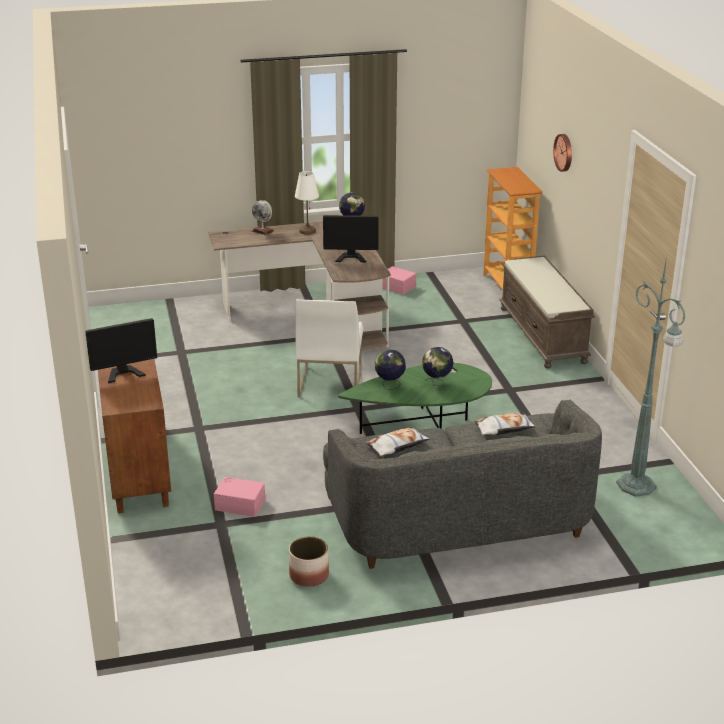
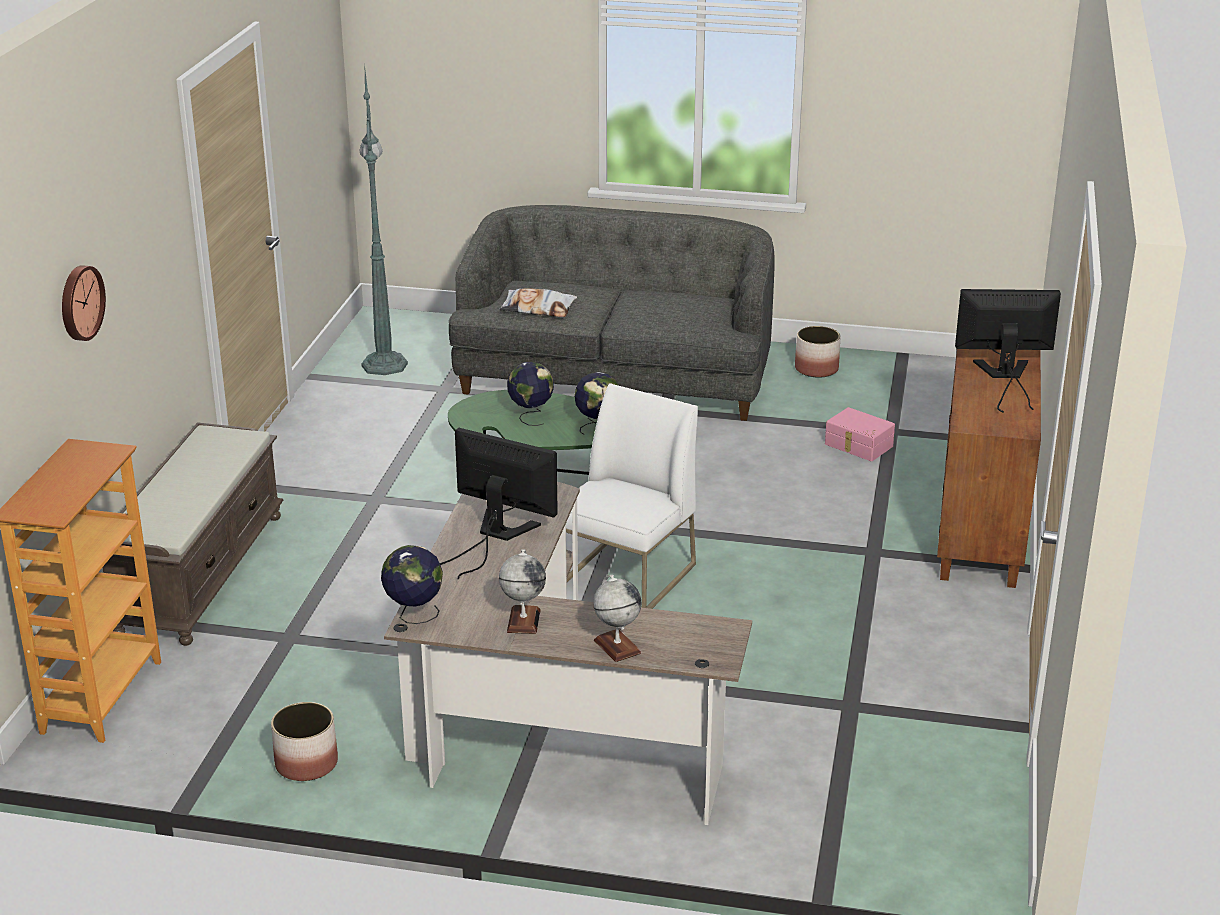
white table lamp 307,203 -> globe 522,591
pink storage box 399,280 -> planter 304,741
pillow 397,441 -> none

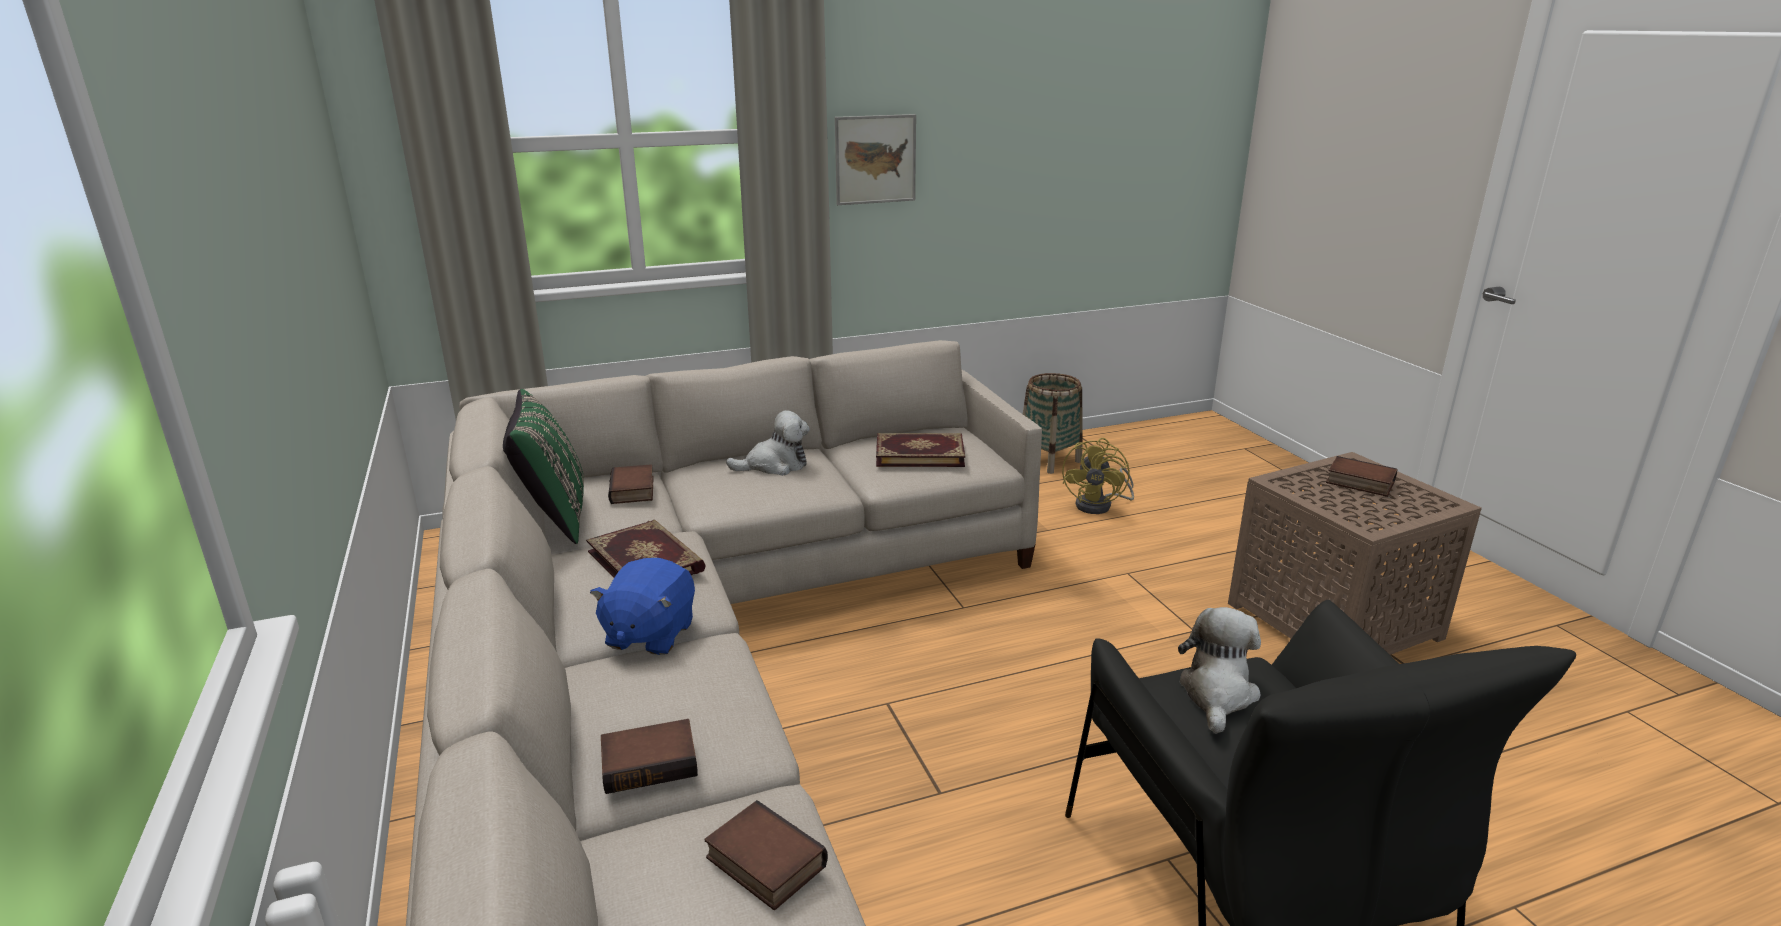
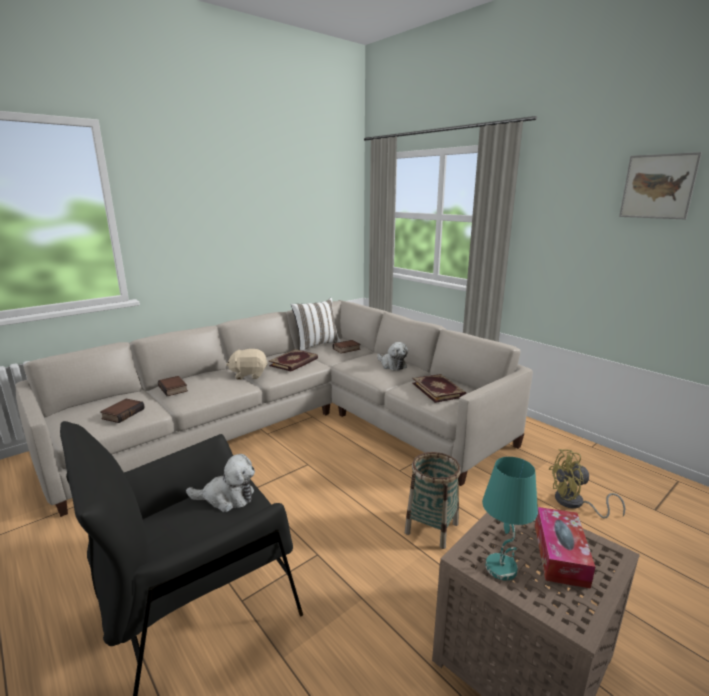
picture 875,159 -> picture 660,185, moved
basket 1053,423 -> basket 433,500, moved
green pillow 543,466 -> white pillow 316,324
book 1362,476 -> tissue box 565,548
blue plush toy 642,606 -> beige plush toy 247,364
none -> turquoise table lamp 510,518

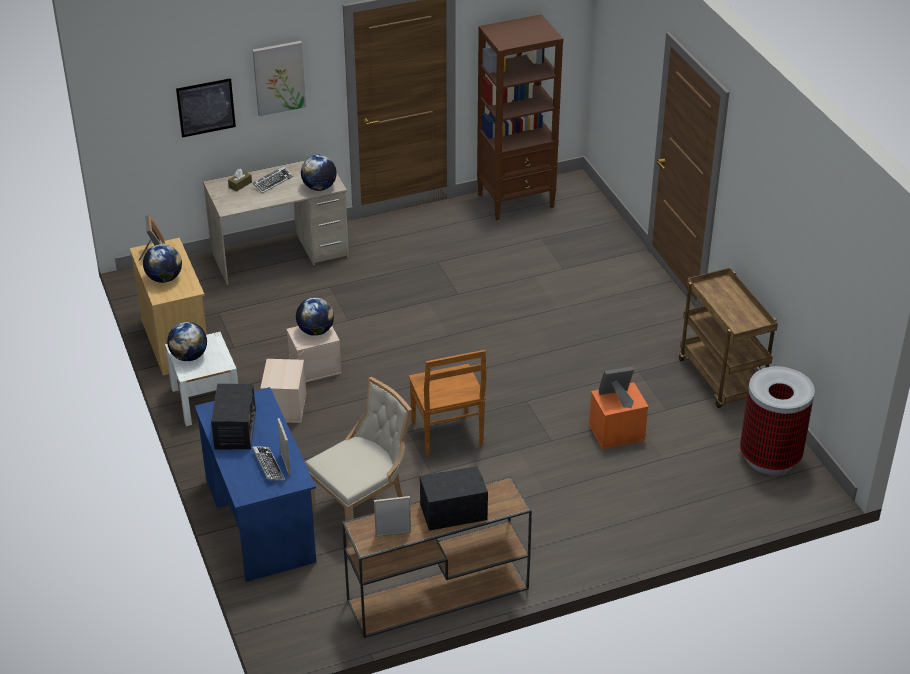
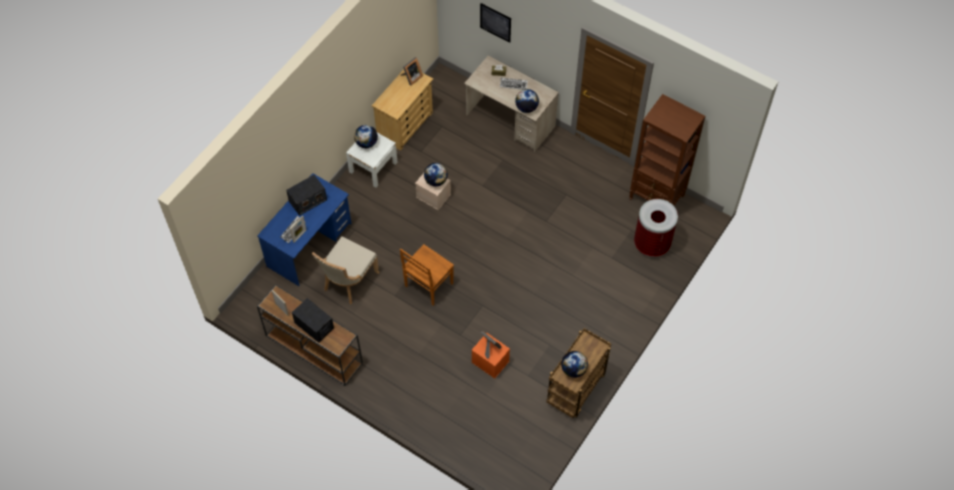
picture 279,78 -> none
globe 162,263 -> globe 574,364, moved
beige storage box 283,391 -> none
trash can 777,420 -> trash can 656,228, moved
beige chair 358,461 -> beige chair 346,270, 105 degrees clockwise

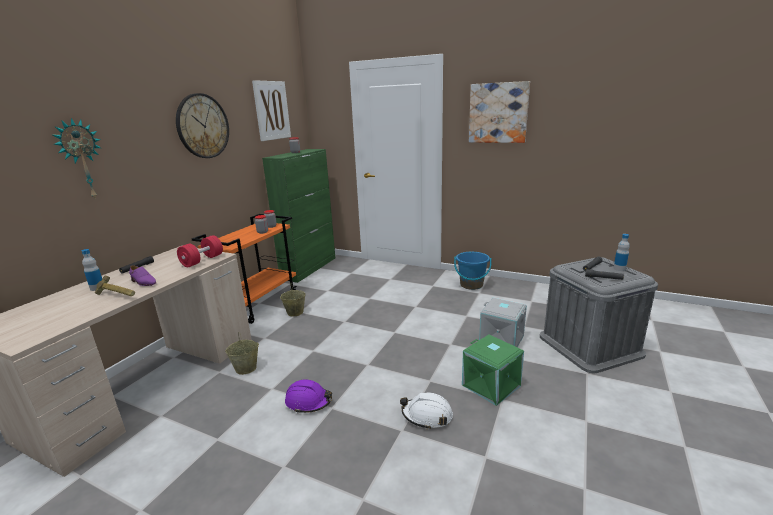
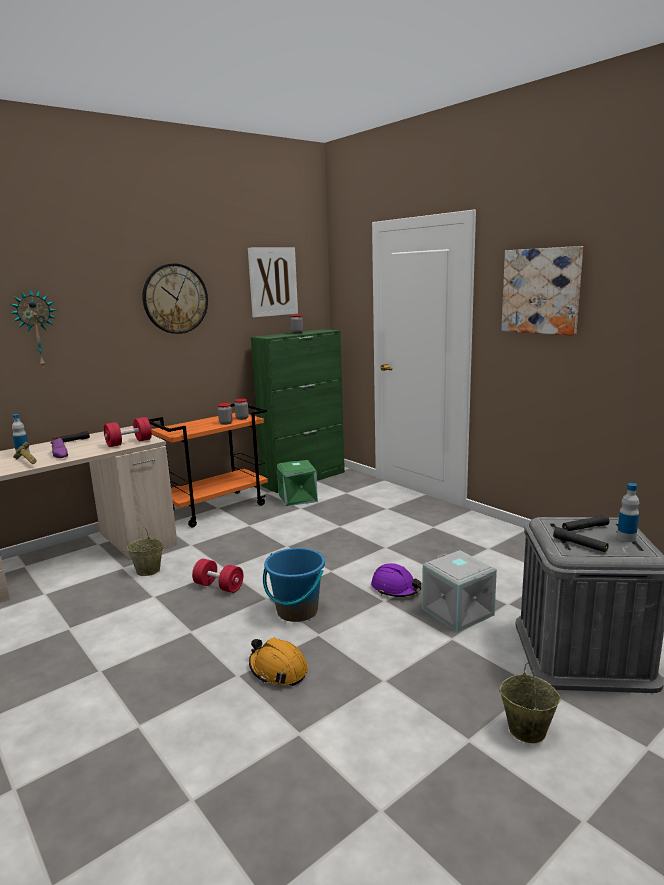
blue bucket 473,271 -> blue bucket 294,585, moved
beige bucket 293,299 -> beige bucket 529,703, moved
green storage box 493,370 -> green storage box 297,483, moved
purple hard hat 308,396 -> purple hard hat 396,580, moved
white hard hat 426,411 -> orange hard hat 278,662
none -> red dumbbell 217,576

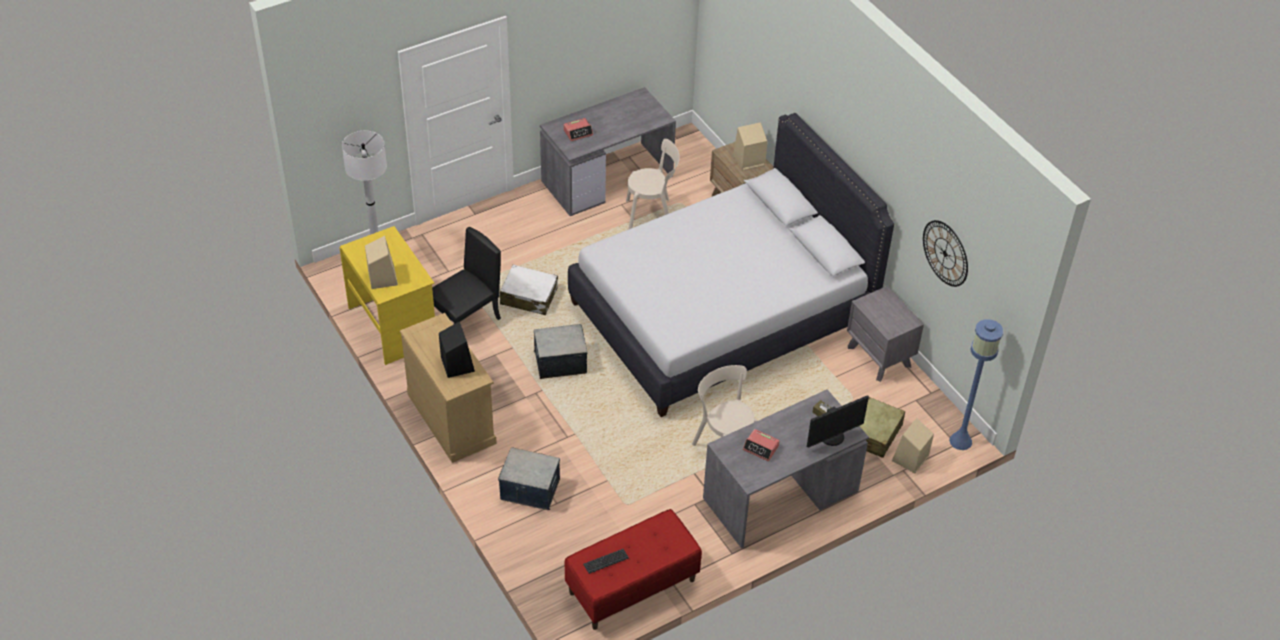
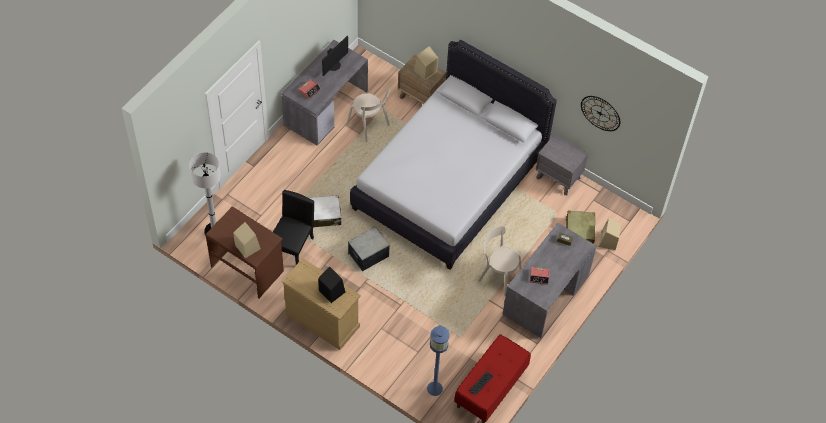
beige chair 653,184 -> beige chair 368,115, 75 degrees clockwise
yellow desk 387,295 -> brown desk 245,252
blue floor lamp 976,384 -> blue floor lamp 438,361, moved
monitor 838,422 -> monitor 335,56, moved
storage box 529,478 -> none

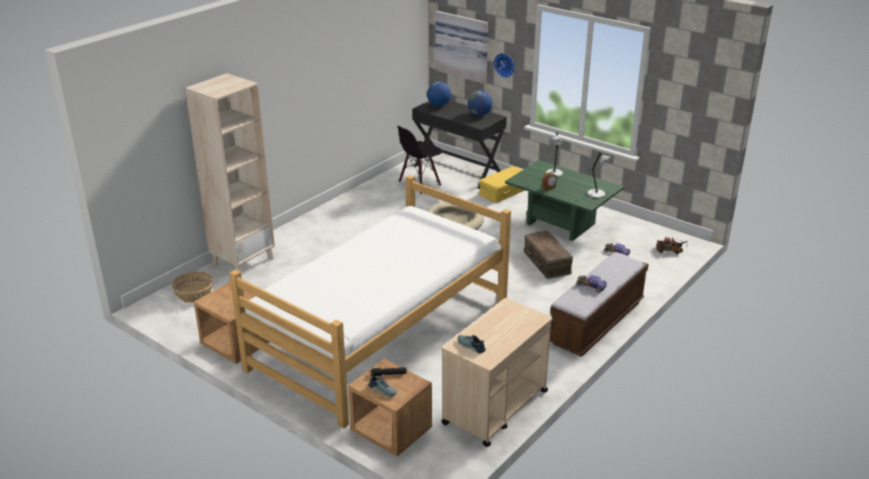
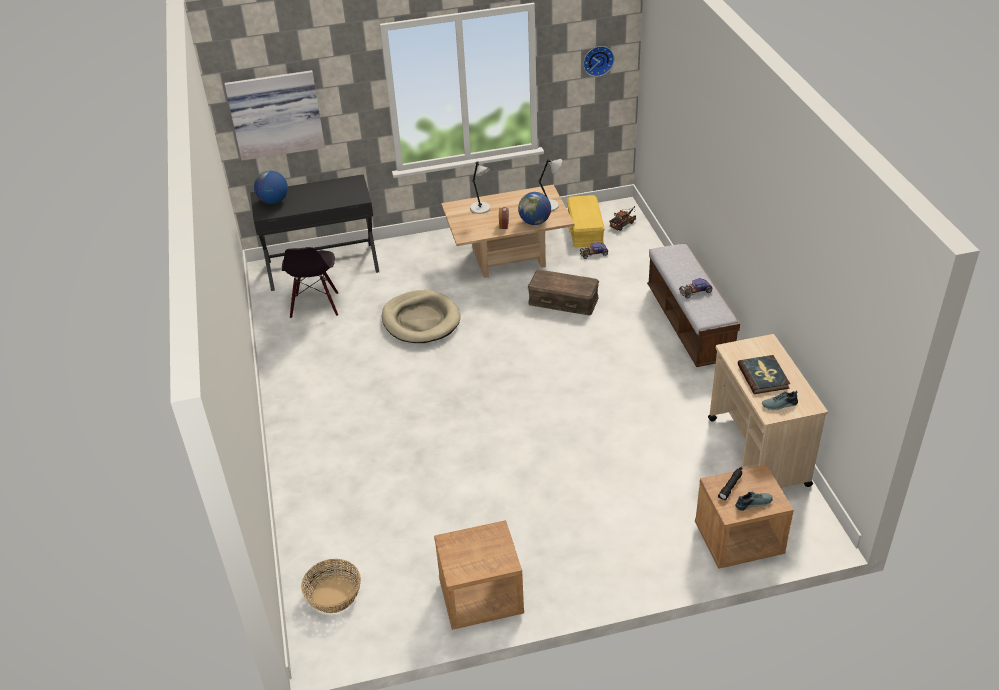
wall clock 504,65 -> wall clock 598,61, moved
beige bookcase 230,172 -> none
globe 480,103 -> globe 534,208, moved
green coffee table 564,200 -> beige coffee table 507,231
yellow storage box 502,184 -> yellow storage box 586,221, moved
bed 370,302 -> none
none -> book 764,374

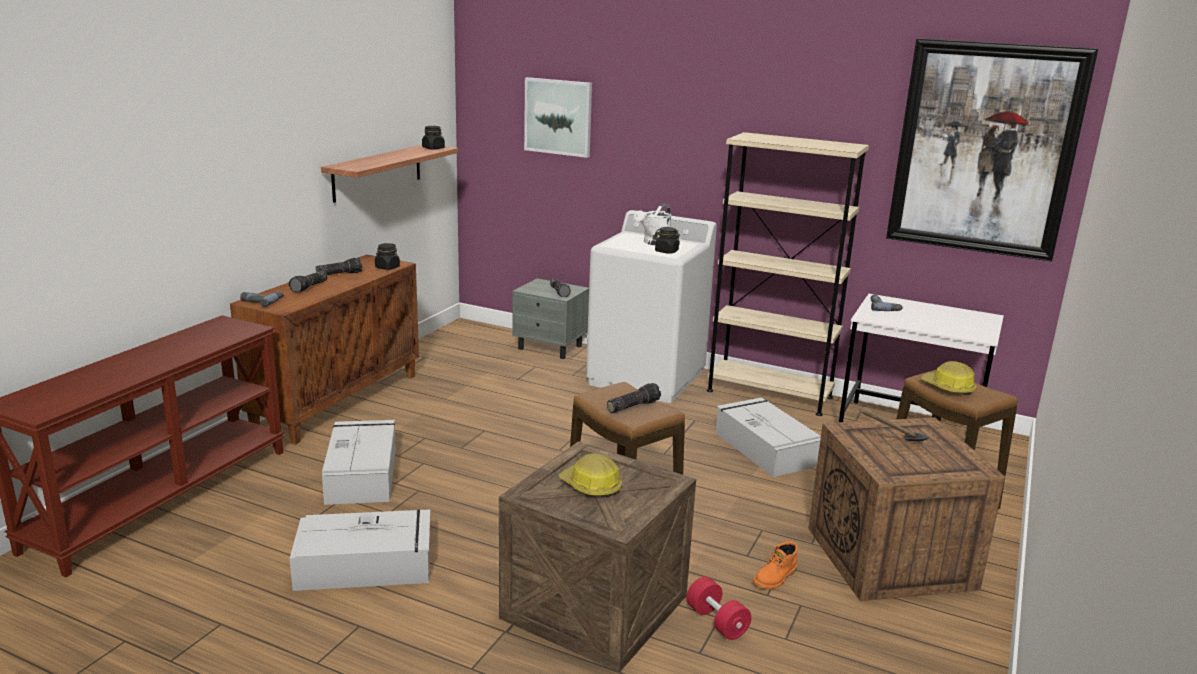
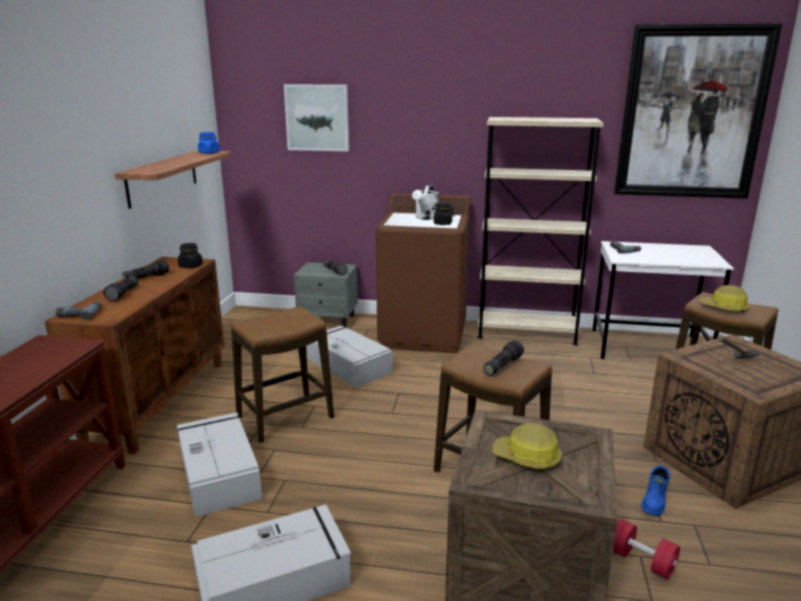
black jar 433,138 -> blue jar 209,143
white washing machine 651,306 -> brown washing machine 423,273
grey storage box 768,437 -> grey storage box 350,356, moved
orange boot 775,565 -> blue boot 655,490
none -> stool 282,374

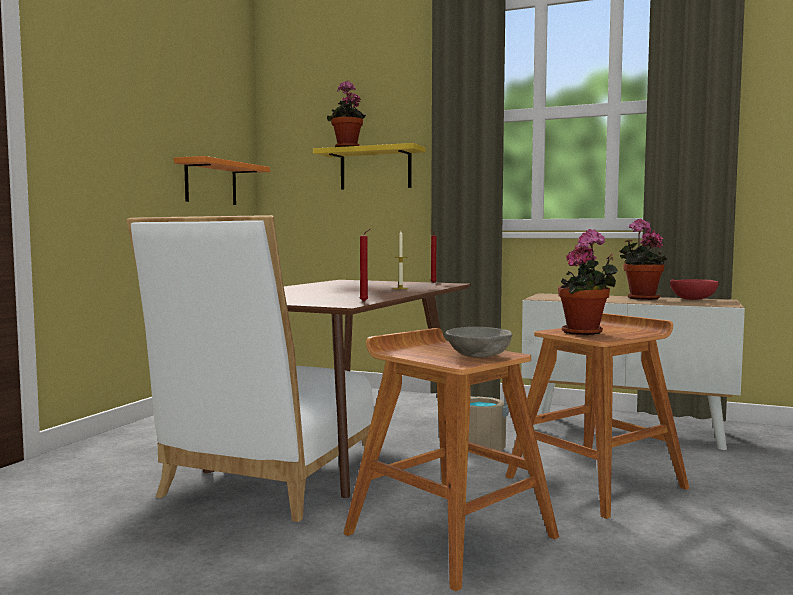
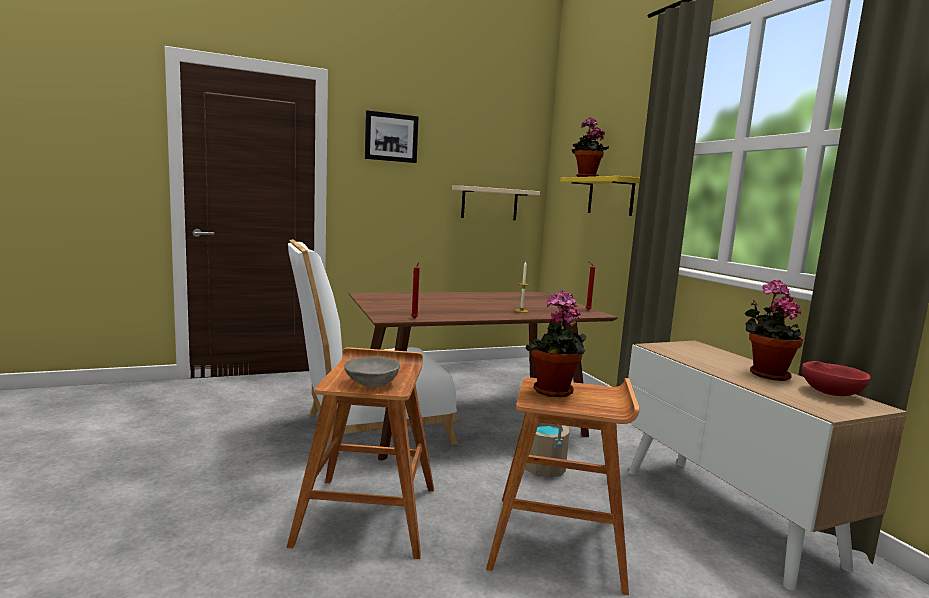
orange shelf 222,180 -> beige shelf 496,203
none -> picture 392,136

